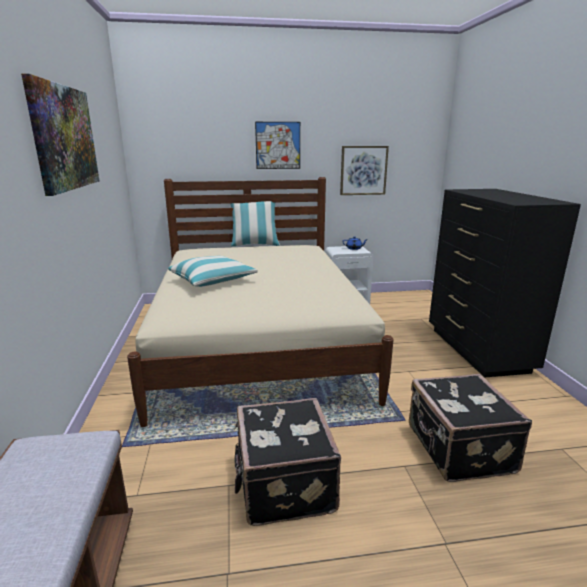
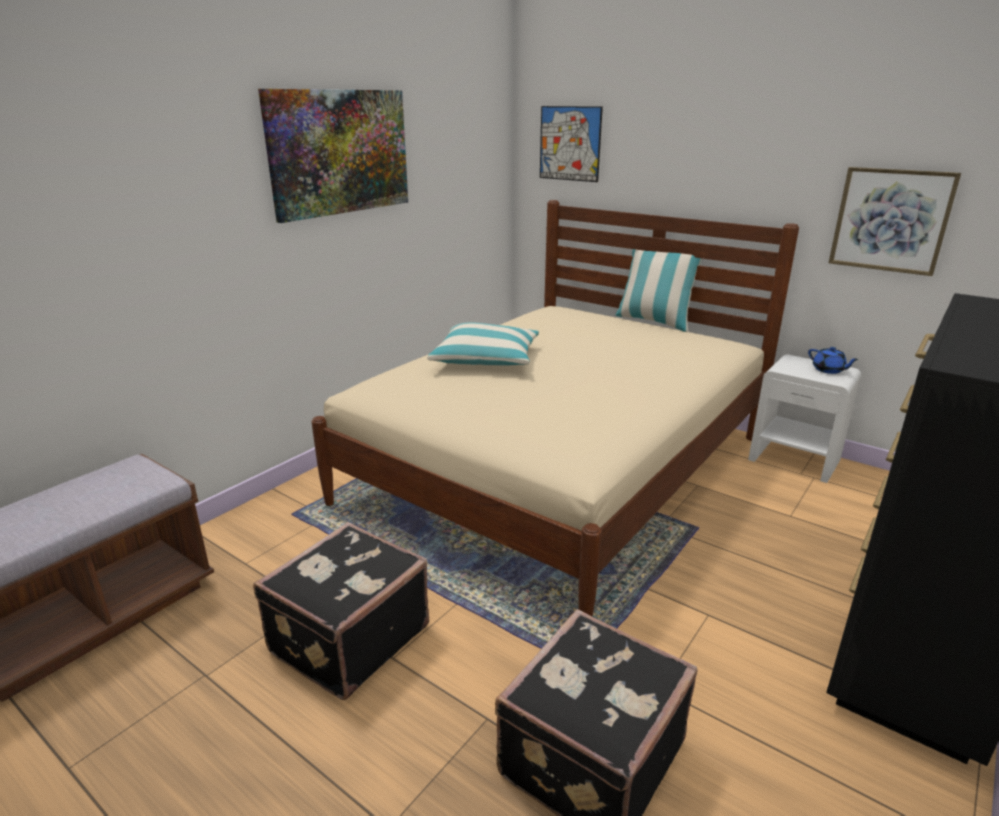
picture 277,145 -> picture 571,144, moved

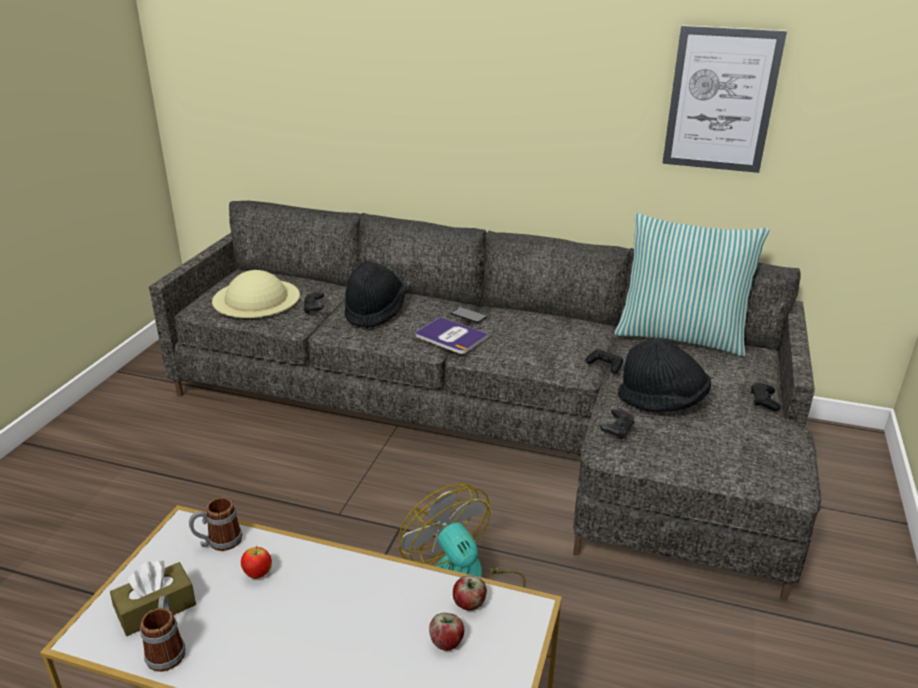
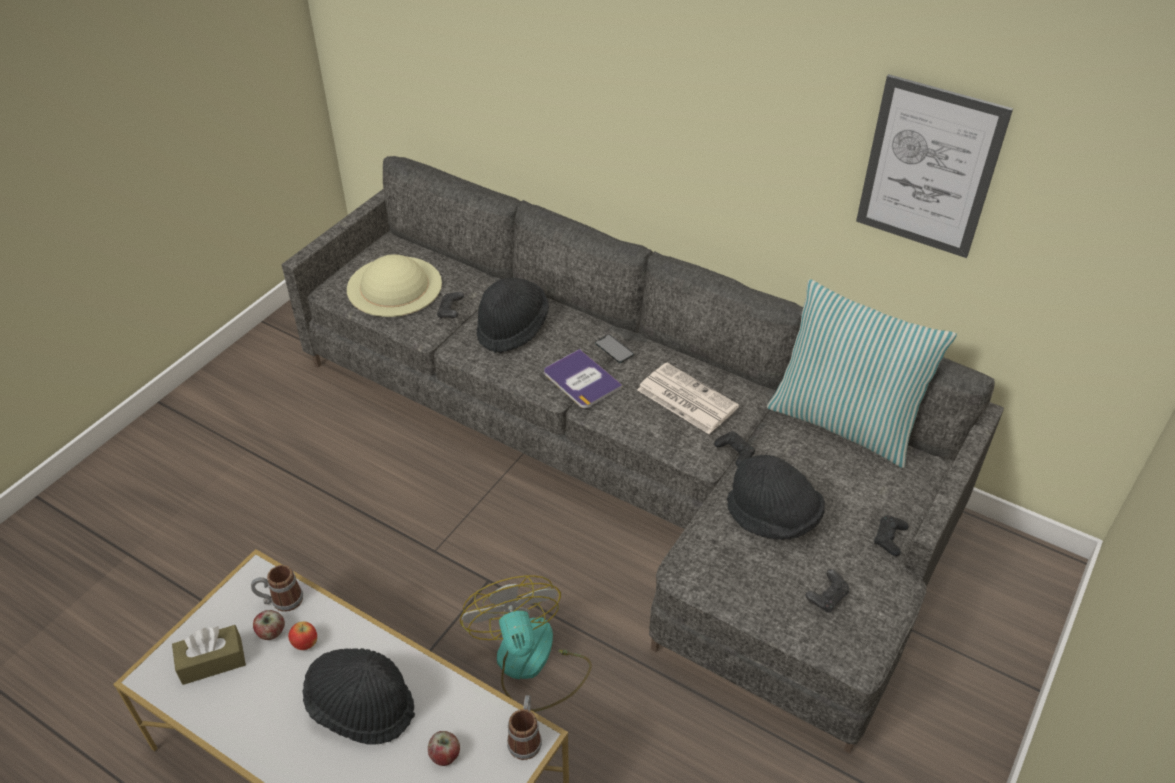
black game controller 617,423 -> black game controller 827,591, moved
apple 470,593 -> apple 269,625, moved
mug 163,634 -> mug 524,727, moved
none -> newspaper 688,398
none -> black hat 358,696

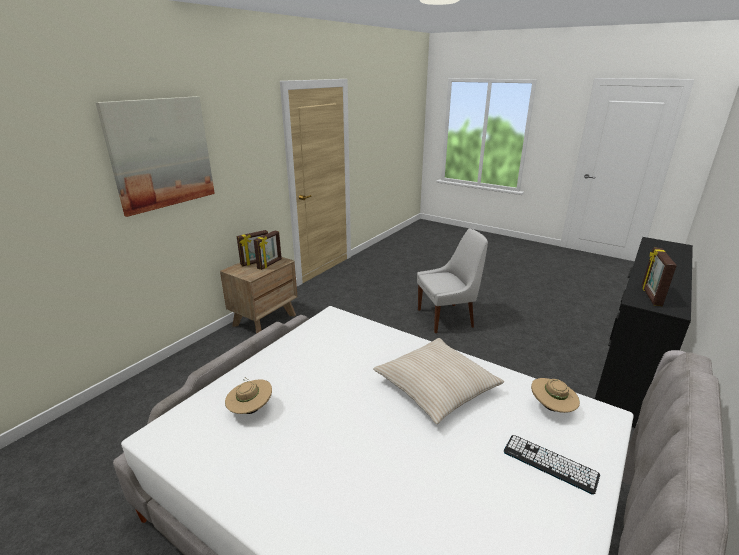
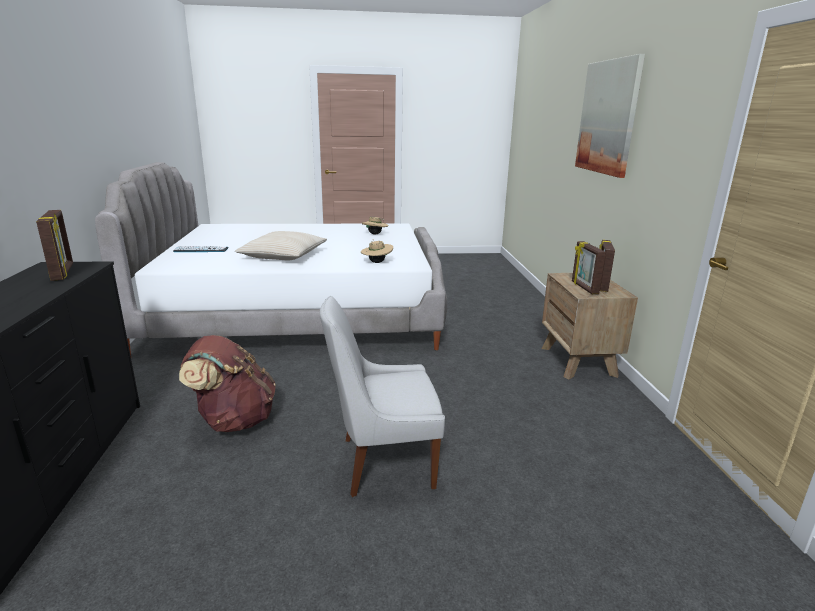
white chair 452,281 -> white chair 382,396, 45 degrees clockwise
beige hat 555,395 -> beige hat 377,251, moved
none -> brown backpack 227,383

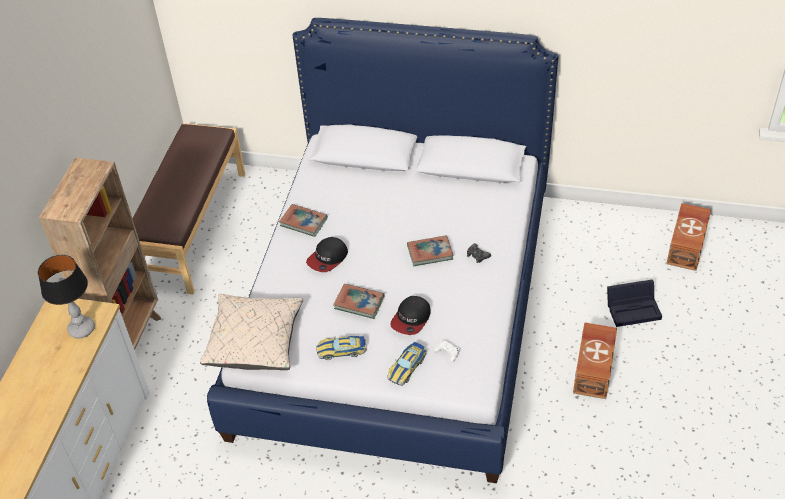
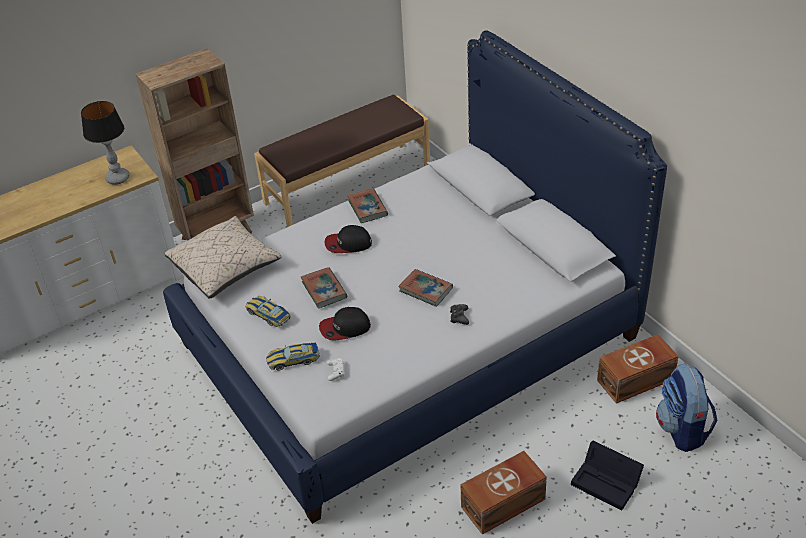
brown storage box 688,237 -> brown storage box 638,368, moved
none -> backpack 687,407

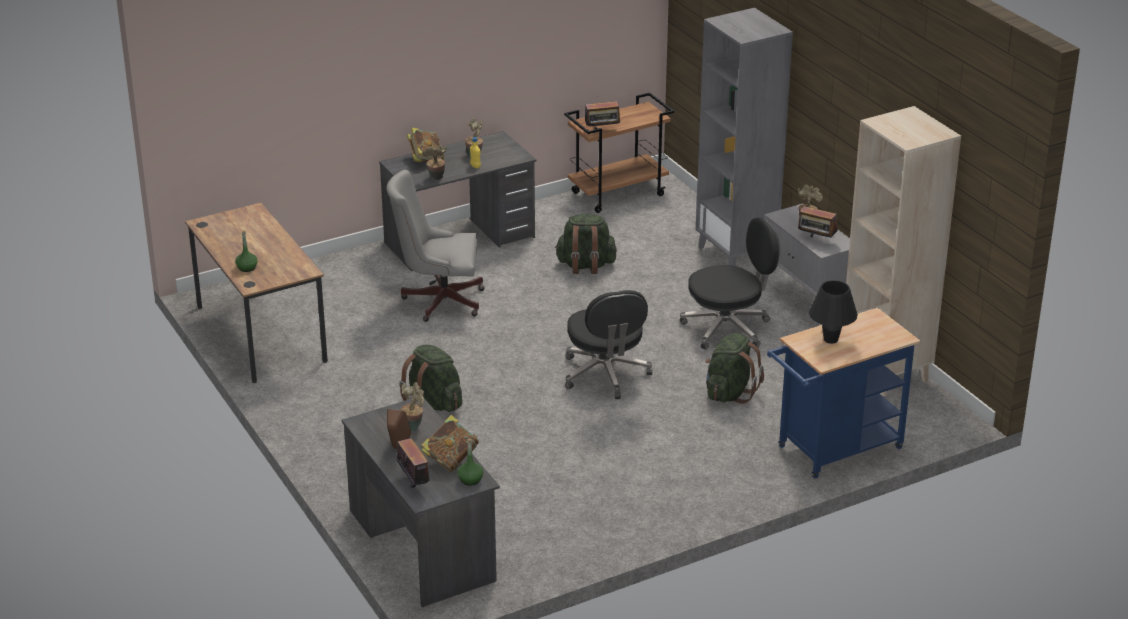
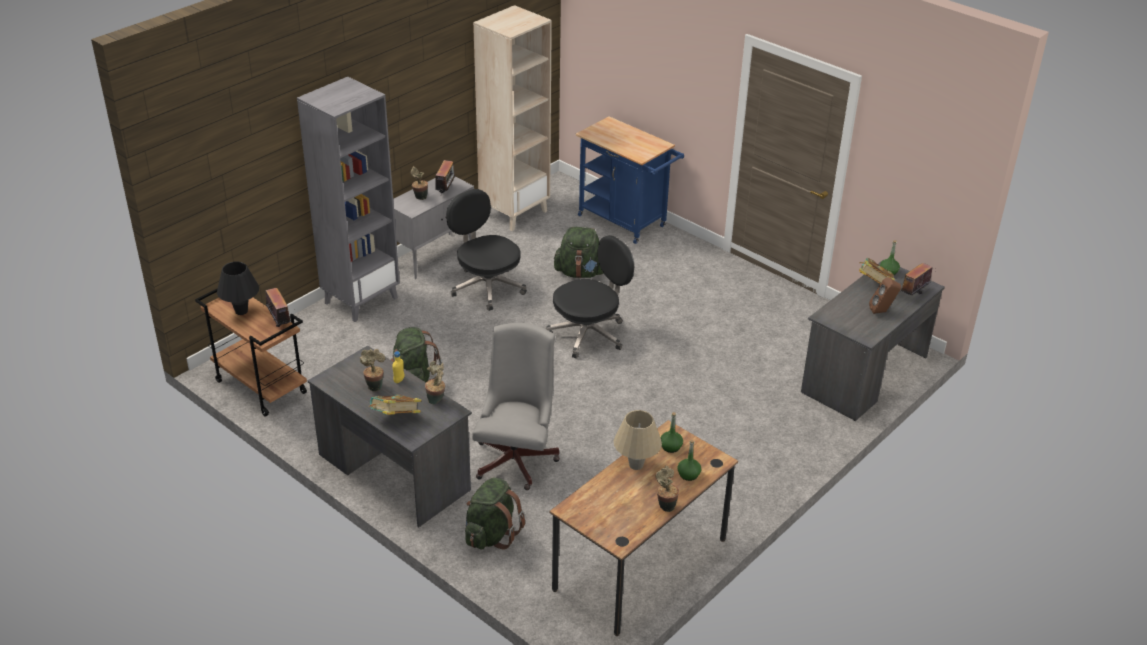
grey office chair 435,246 -> grey office chair 516,406, 150 degrees counterclockwise
black table lamp 833,312 -> black table lamp 238,288, moved
green backpack 430,378 -> green backpack 495,514, moved
potted plant 412,407 -> potted plant 667,488, moved
none -> beige table lamp 638,440
none -> green bottle 671,432

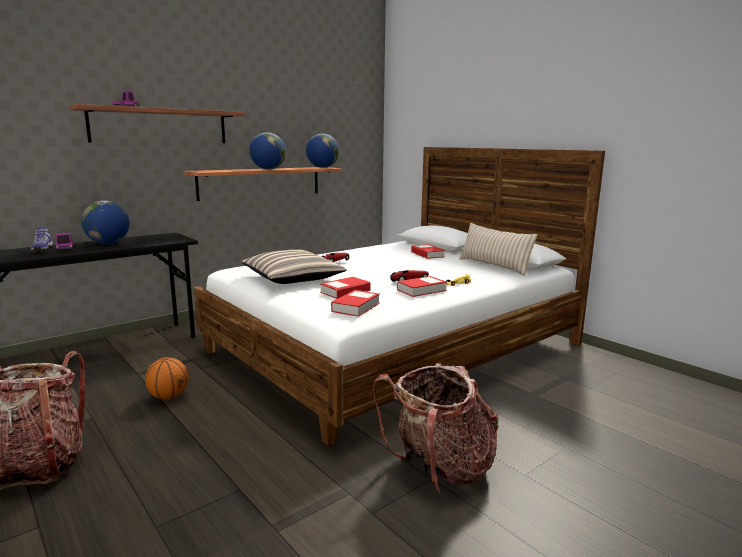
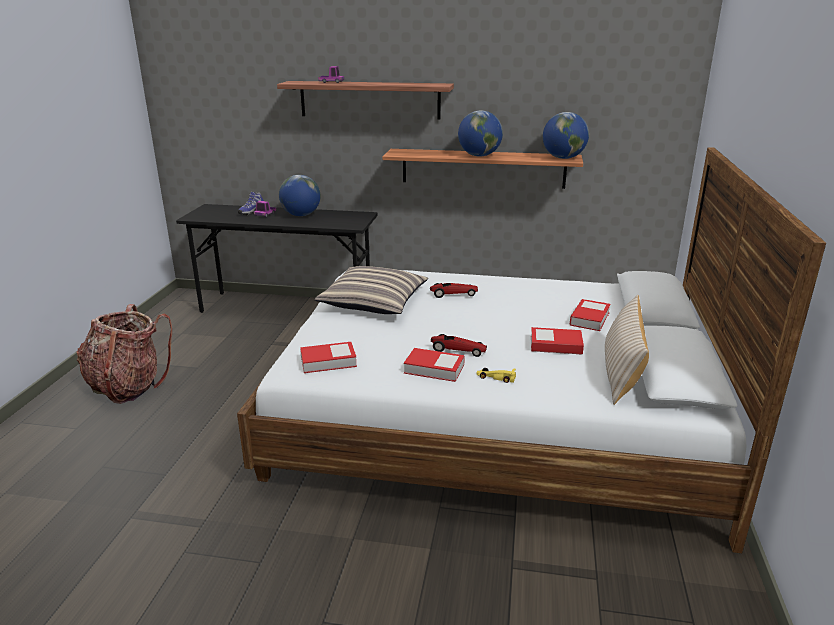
book 345,288 -> book 557,341, moved
basketball 167,378 -> none
backpack 436,428 -> none

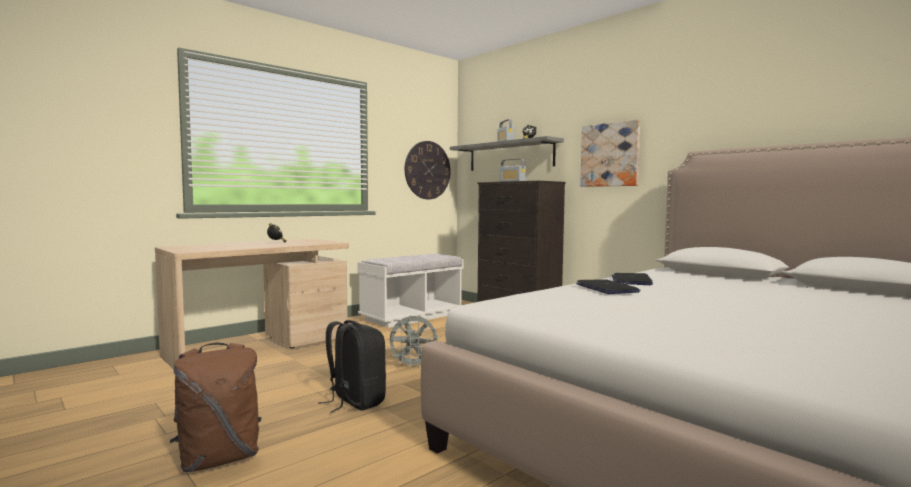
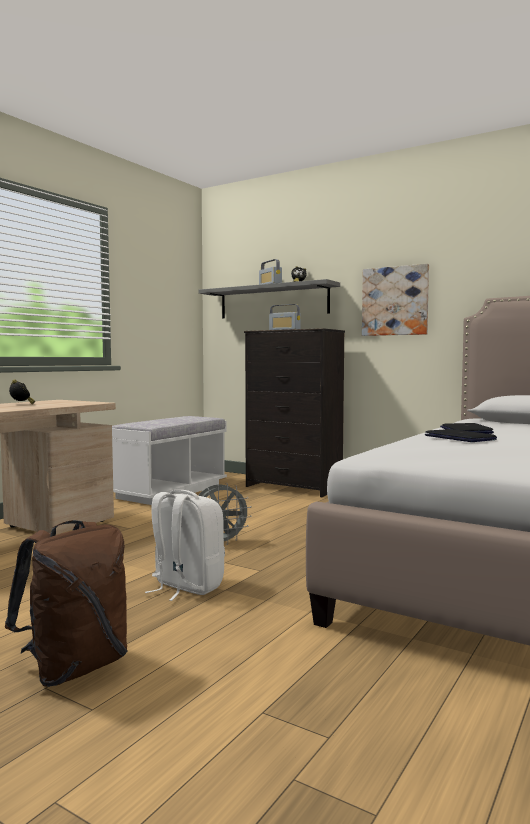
wall clock 428,170 -> none
black backpack 352,366 -> white backpack 185,545

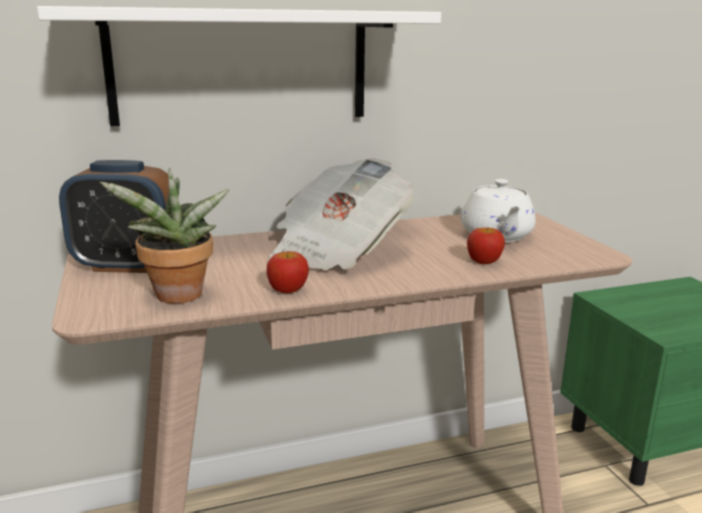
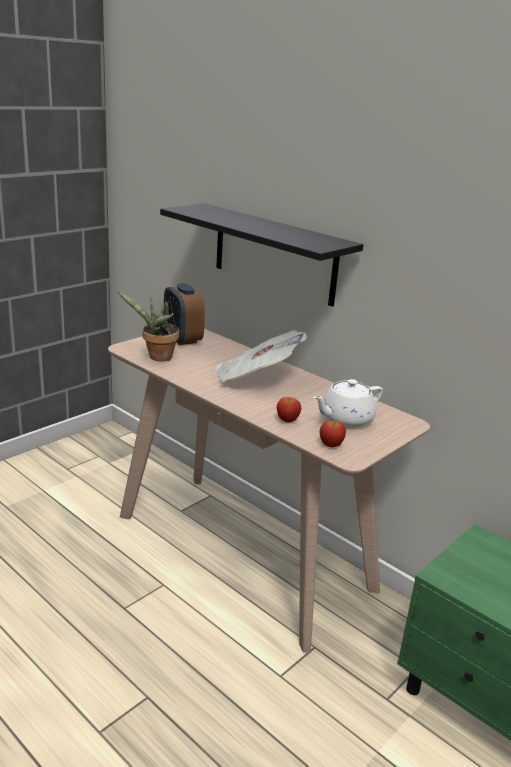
white shelf 239,66 -> black shelf 261,255
apple 288,272 -> apple 333,433, moved

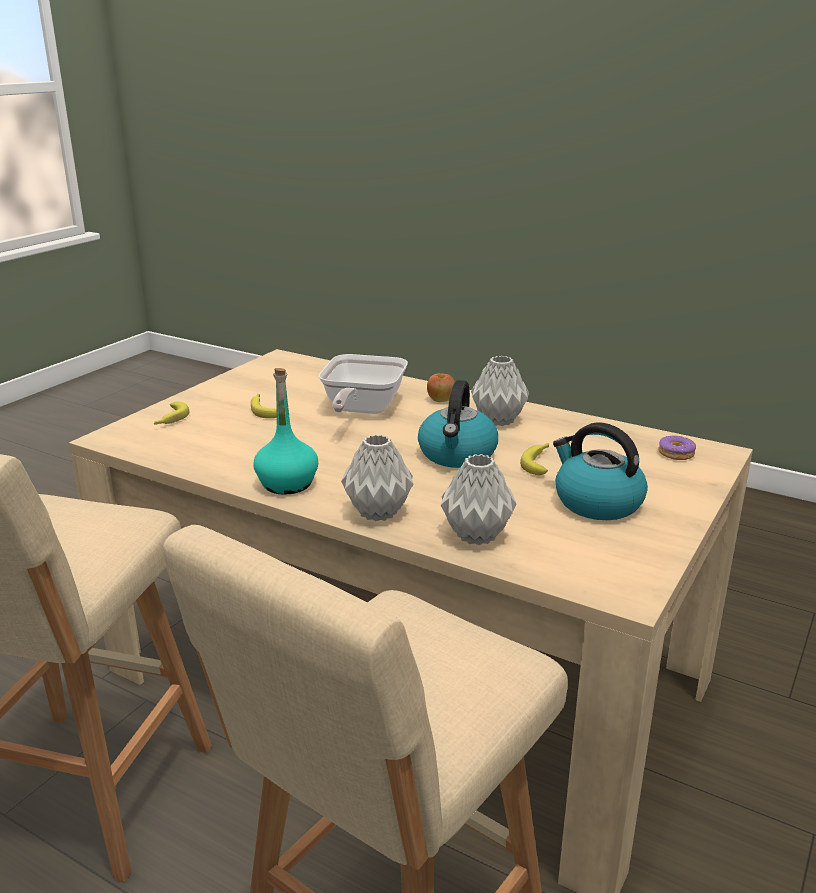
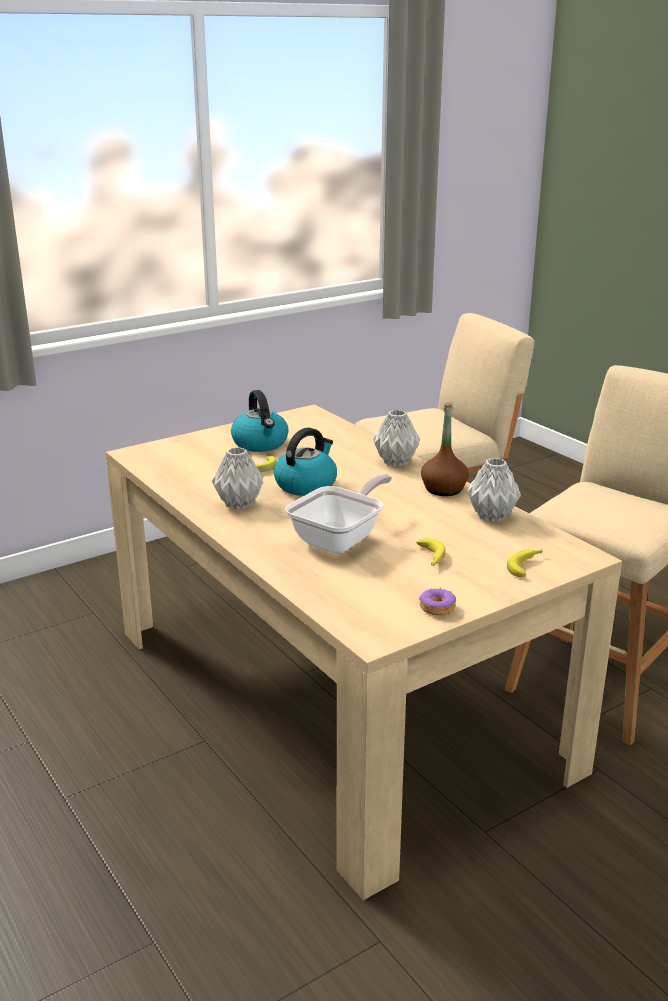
turquoise bottle 286,431 -> brown bottle 445,449
apple 441,387 -> none
donut 677,447 -> donut 437,601, moved
grey vase 479,499 -> grey vase 494,490, moved

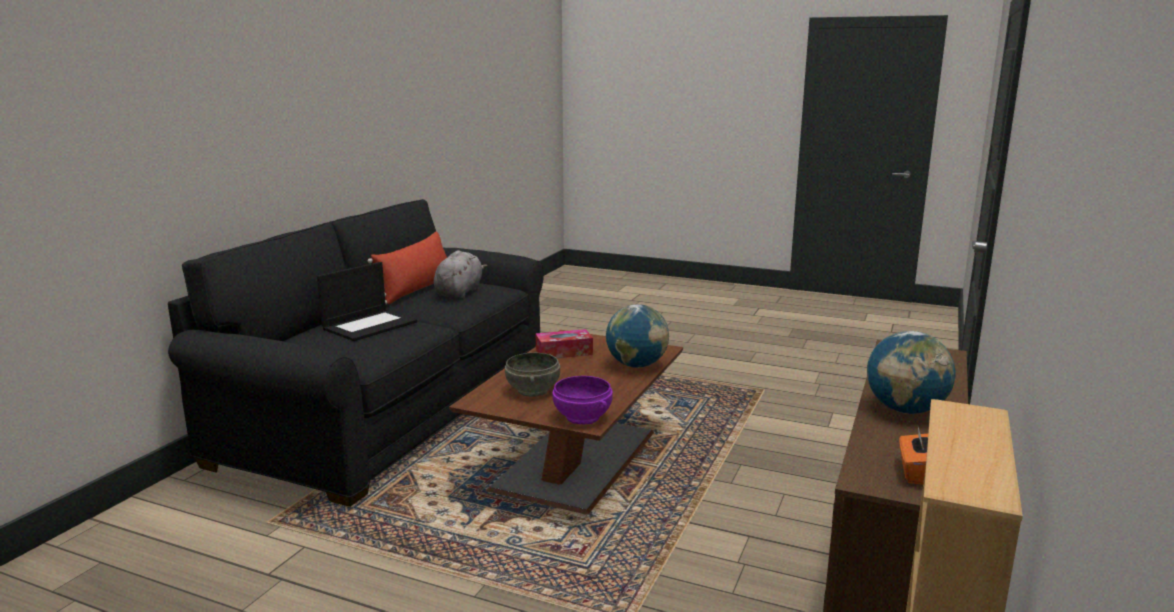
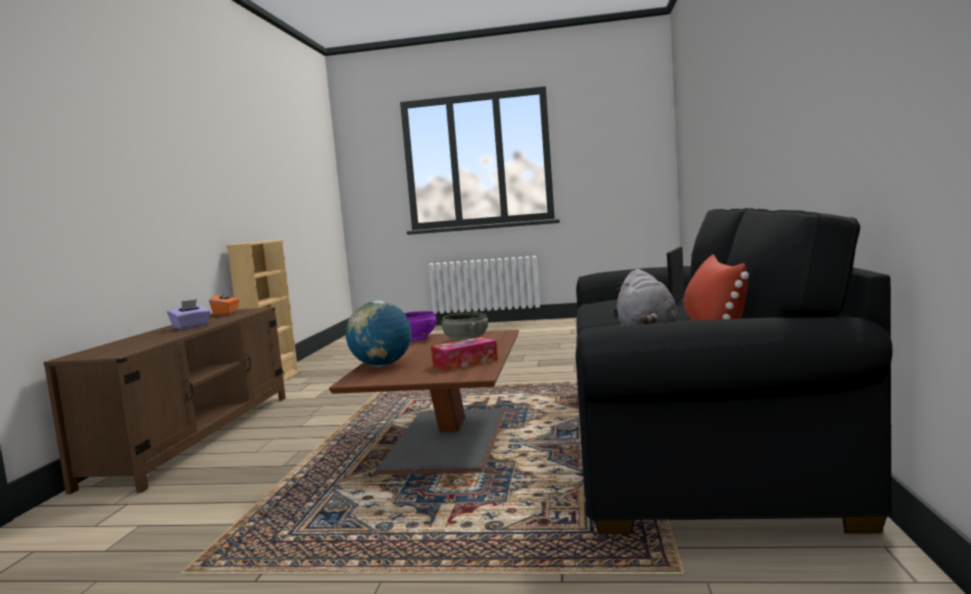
globe 911,372 -> purple tissue box 189,314

